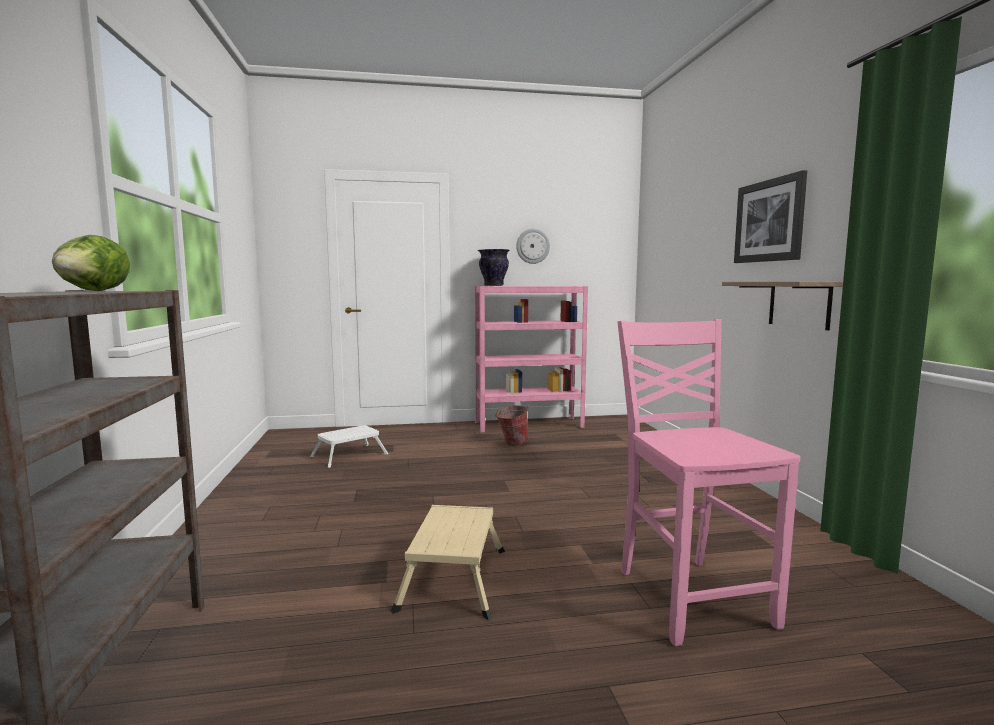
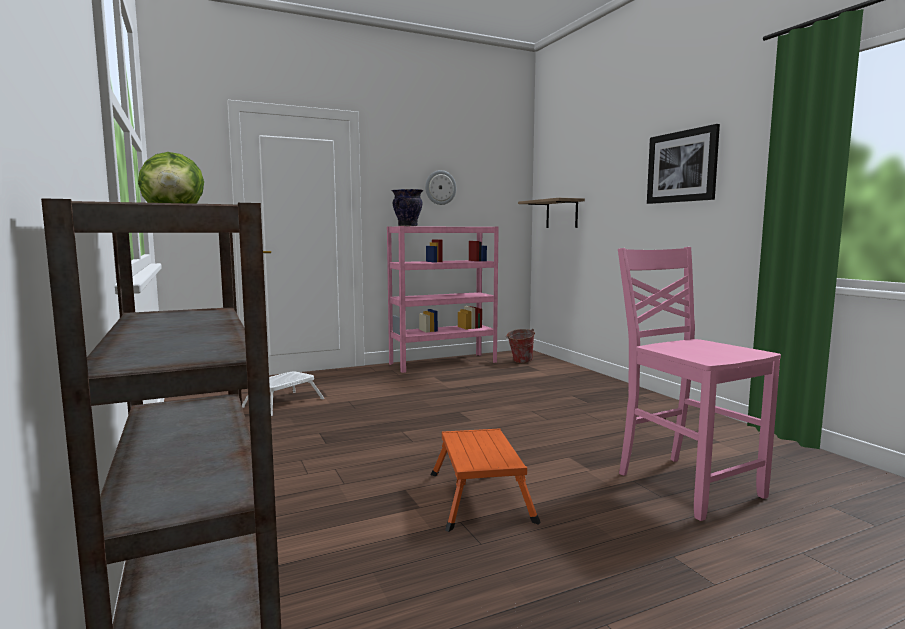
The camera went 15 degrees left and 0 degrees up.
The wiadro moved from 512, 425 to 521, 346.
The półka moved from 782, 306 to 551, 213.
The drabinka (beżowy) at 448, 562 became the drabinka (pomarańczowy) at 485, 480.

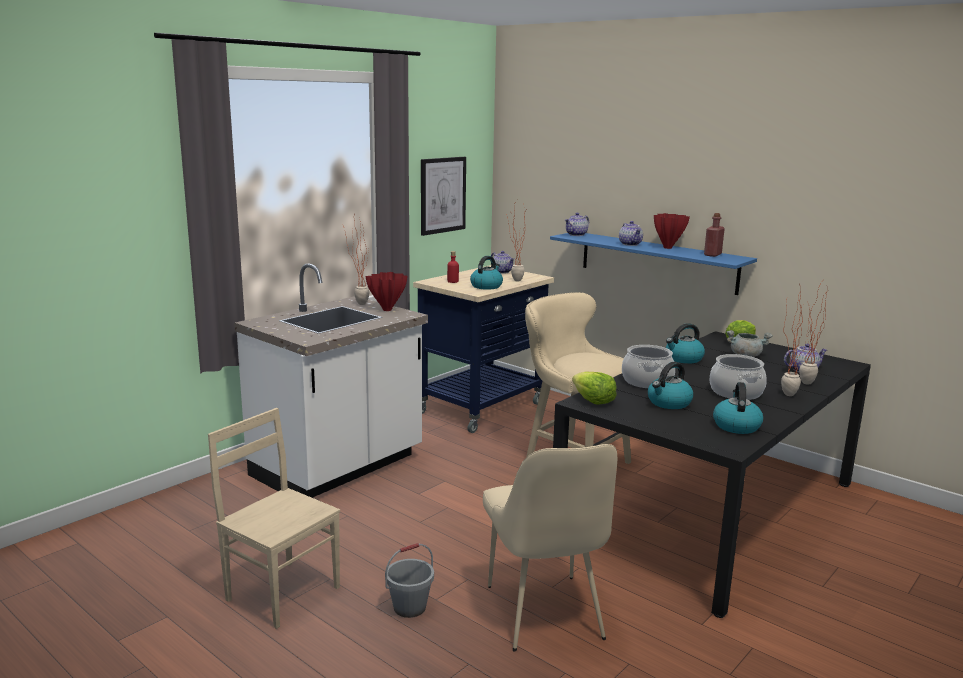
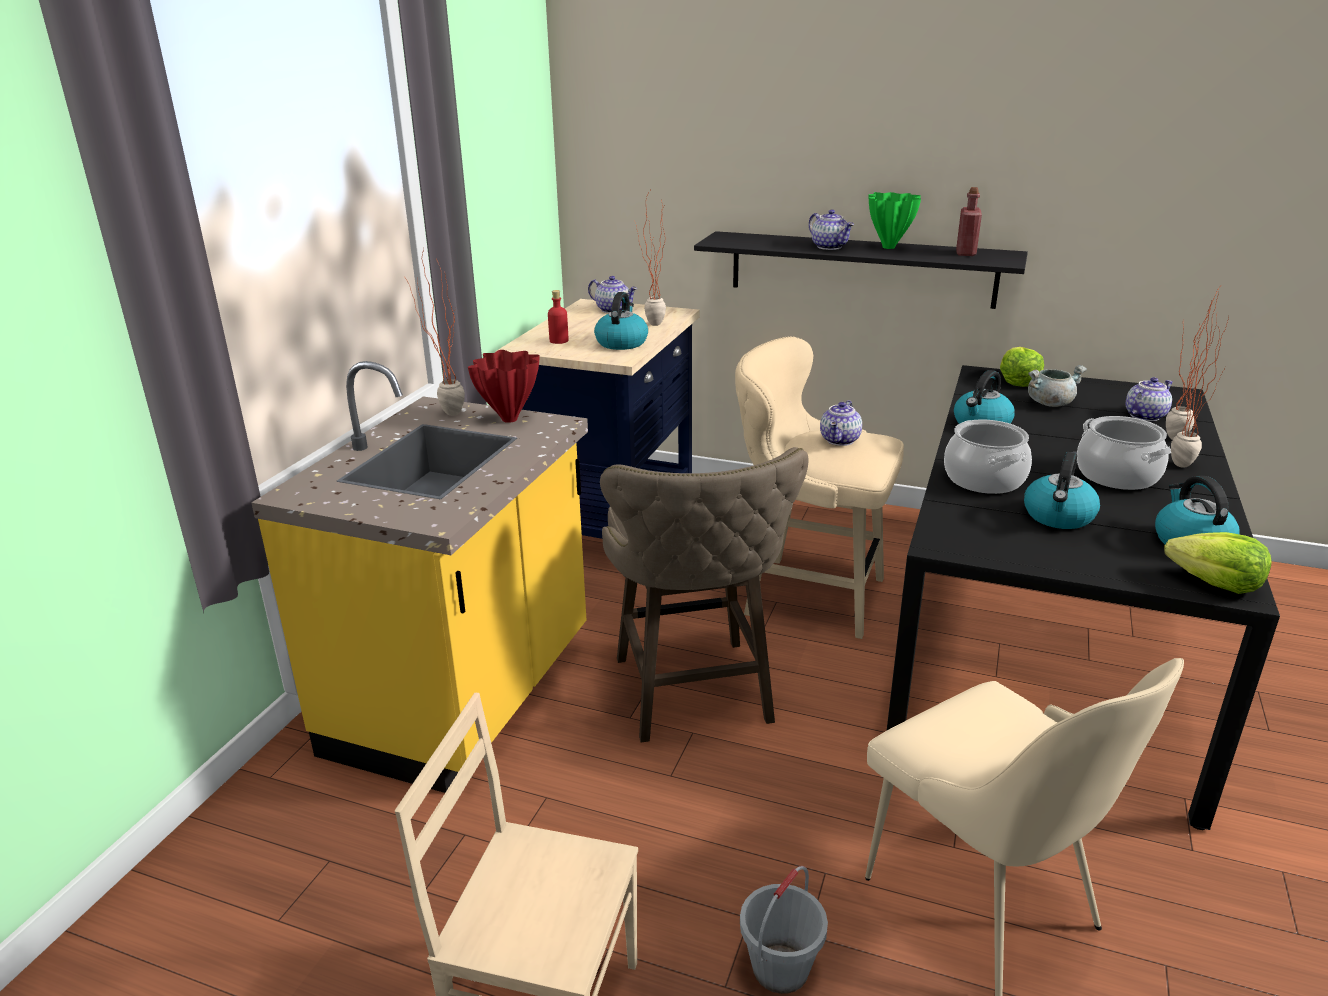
The camera went 20 degrees left and 10 degrees up.
The obraz at 443, 196 disappeared.
The stołek (beżowy) at 704, 595 appeared.
The imbryk moved from 577, 224 to 841, 423.
The sałata moved from 594, 388 to 1218, 563.
The zabudowa kuchenna (biały) at 331, 380 became the zabudowa kuchenna (żółty) at 419, 577.
The półka (niebieski) at 653, 264 became the półka (czarny) at 861, 270.
The wazon (czerwony) at 672, 231 became the wazon (zielony) at 895, 220.

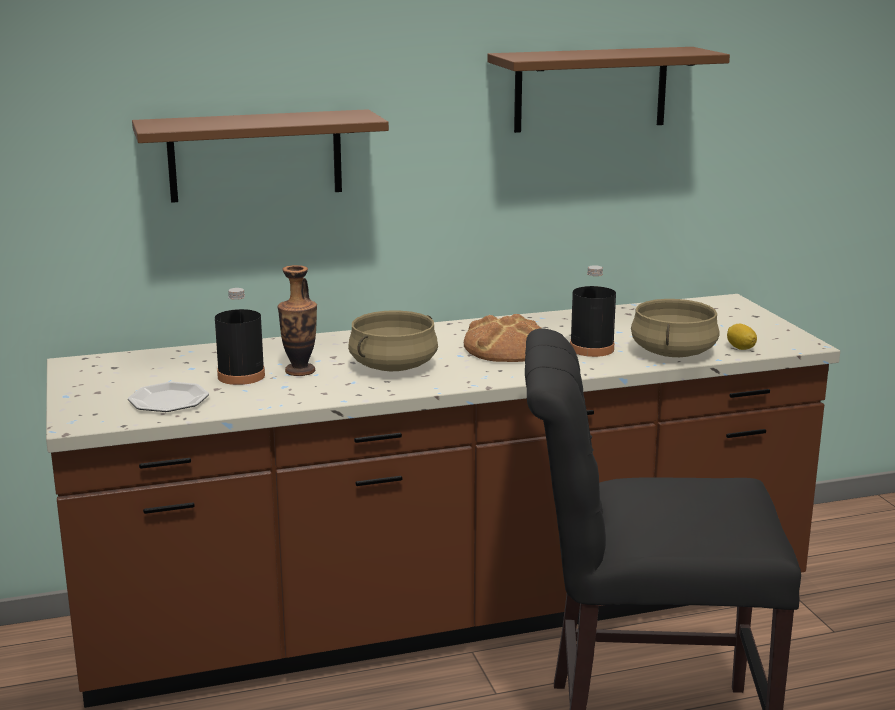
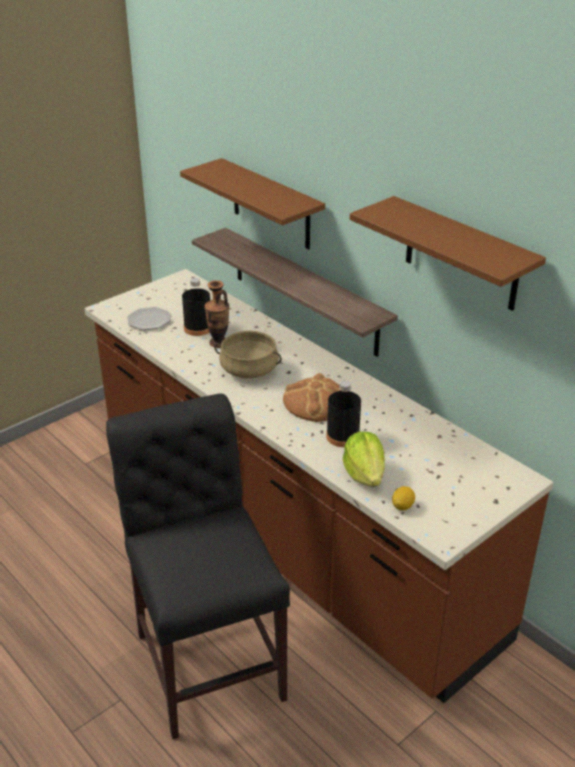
The camera went 65 degrees right and 15 degrees up.
The półka at 295, 292 appeared.
The garnek (beżowy) at 675, 328 was replaced by the sałata at 364, 459.

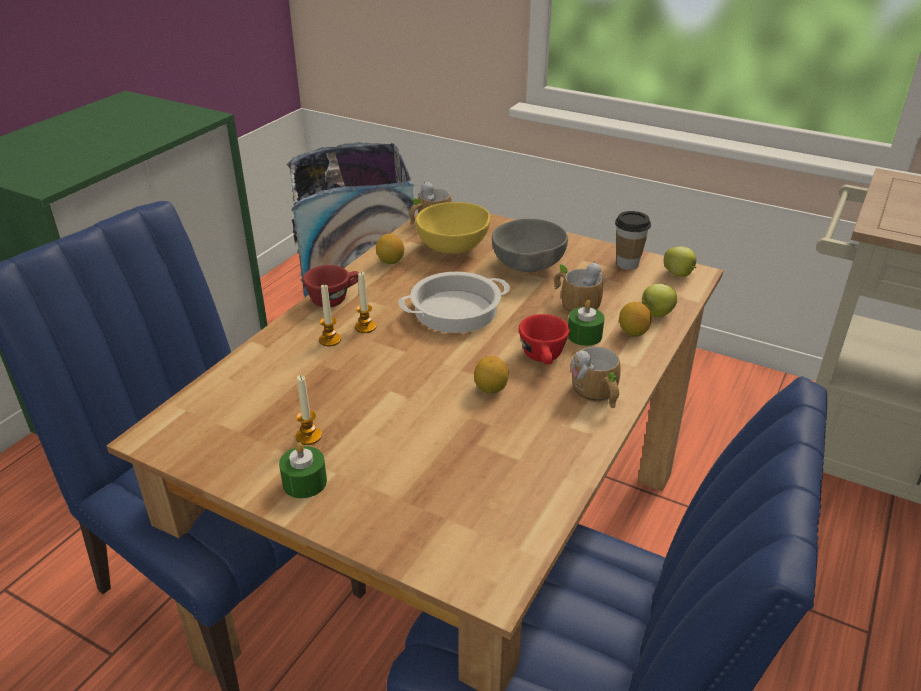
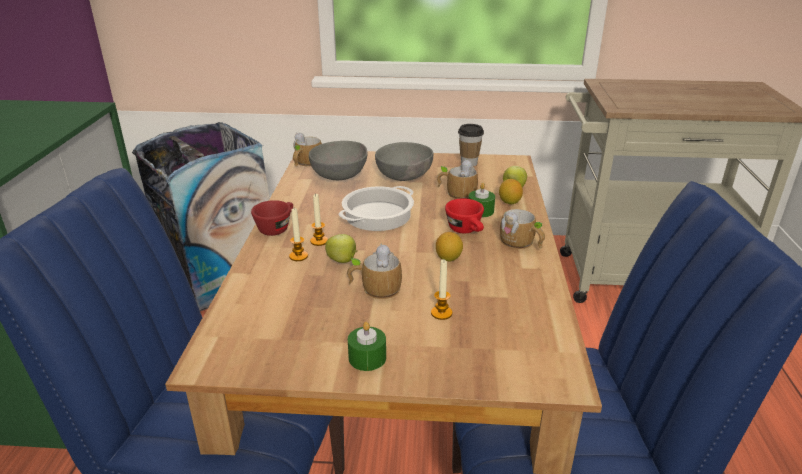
The camera went 25 degrees left and 5 degrees down.
The cytryna at 390, 249 disappeared.
The kubek at 374, 271 appeared.
The świeca moved from 309, 410 to 441, 290.
The jabłko moved from 680, 261 to 341, 248.
The miska (żółty) at 453, 228 became the miska (szary) at 338, 160.

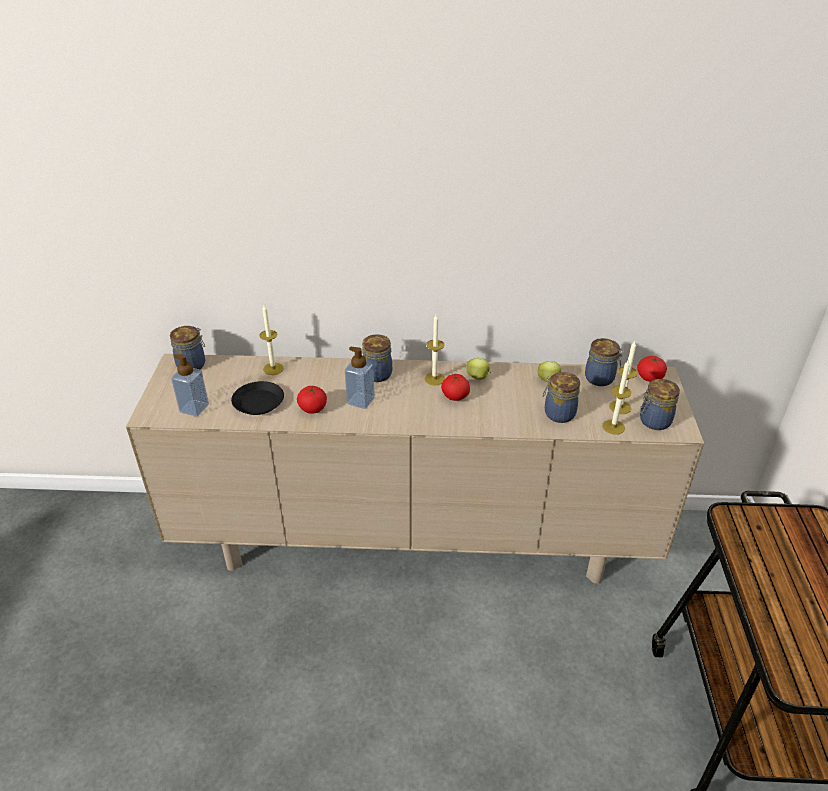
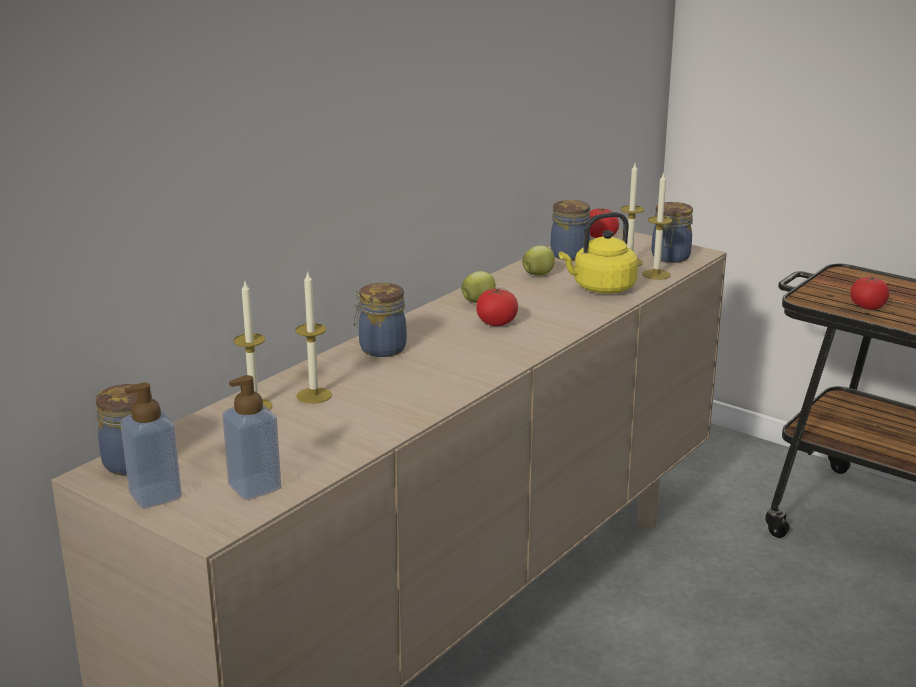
The camera went 55 degrees left and 15 degrees down.
The talerz (czarny) at 257, 398 disappeared.
The pomidor moved from 312, 399 to 869, 293.
The dozownik mydła moved from 360, 378 to 151, 446.
The świeca moved from 435, 350 to 313, 338.
The słoik at 561, 397 was replaced by the czajnik (żółty) at 598, 253.

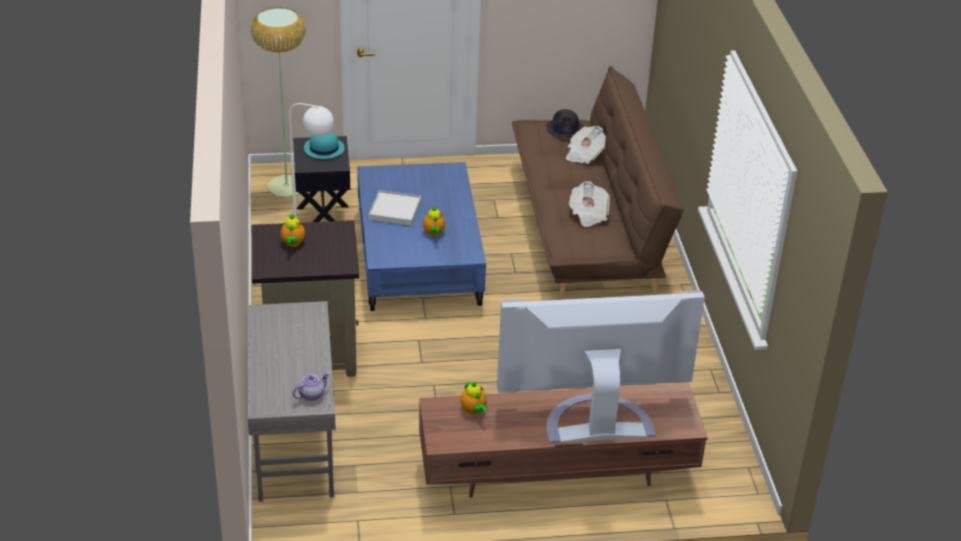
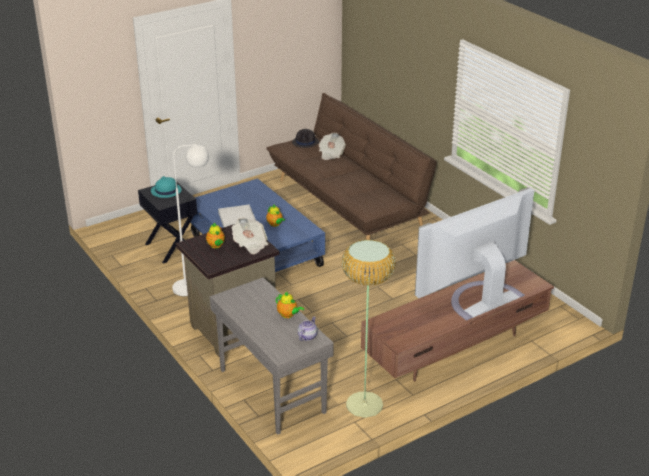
The camera went 25 degrees left and 5 degrees down.
The lampa stojąca moved from 278, 102 to 369, 329.
The imbryk moved from 474, 398 to 290, 305.
The gazeta moved from 589, 204 to 250, 235.

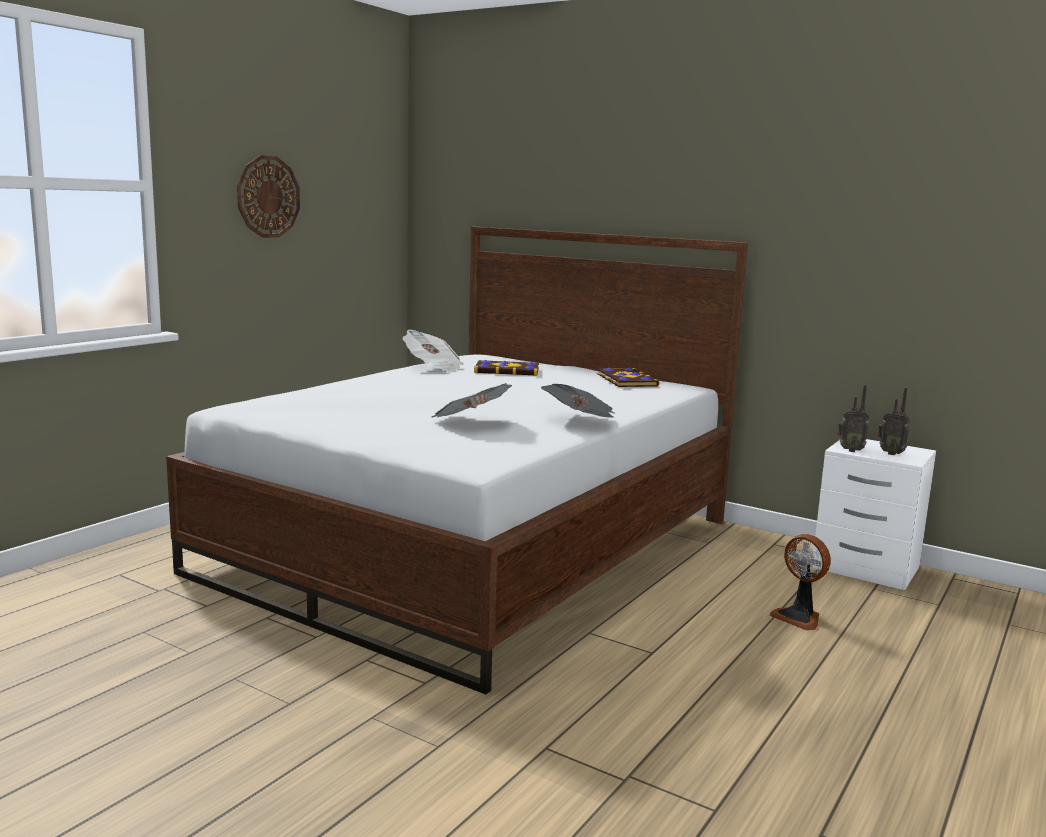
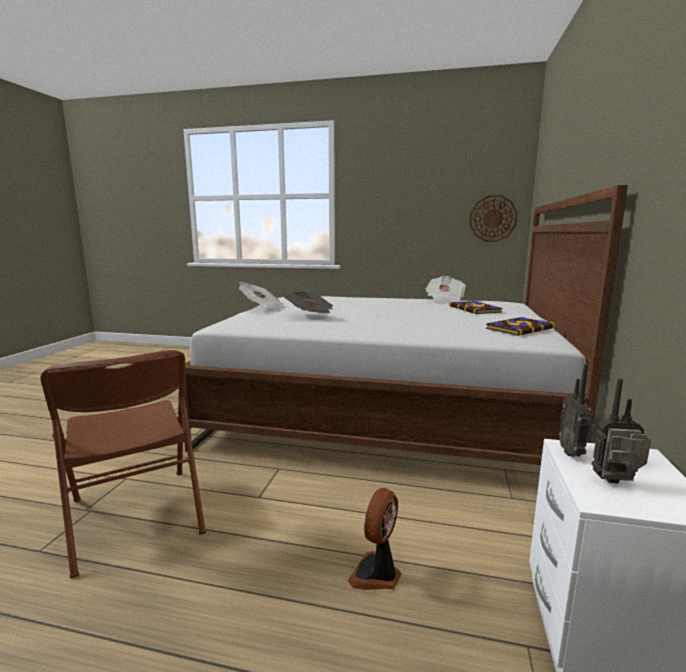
The camera went 70 degrees right and 0 degrees up.
The krzesło (brązowy) at 123, 464 appeared.
The zegar ścienny moved from 268, 196 to 493, 218.
The gazeta moved from 577, 401 to 261, 296.
The radio at 894, 421 turned 75 degrees clockwise.

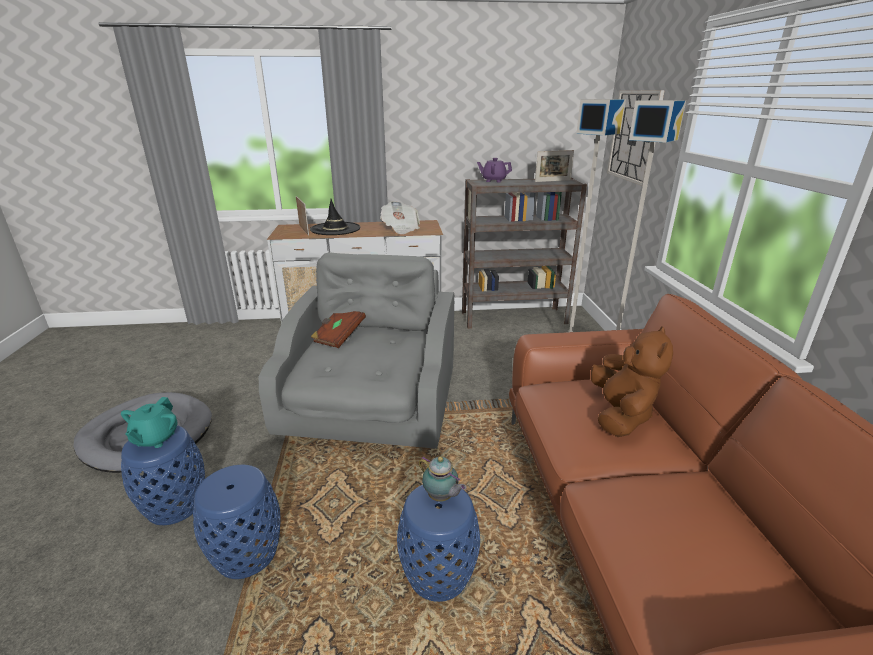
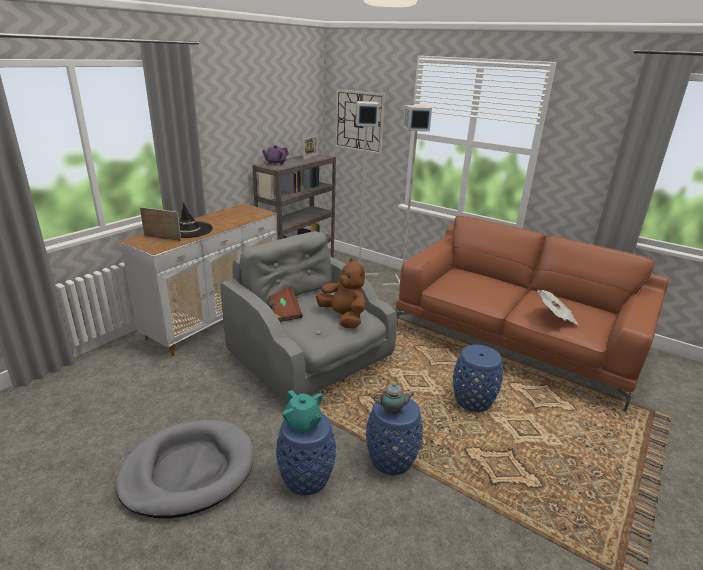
The camera went 50 degrees left and 0 degrees up.
The gazeta moved from 400, 217 to 557, 307.
The imbryk moved from 442, 479 to 394, 399.
The pluszak (brązowy) moved from 632, 381 to 341, 293.

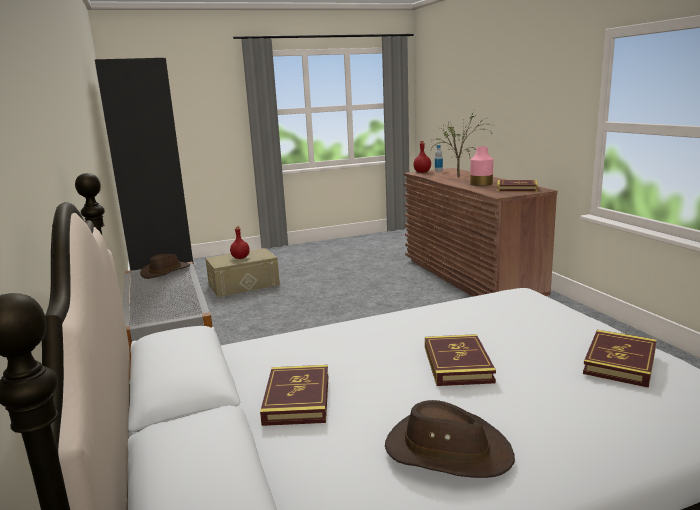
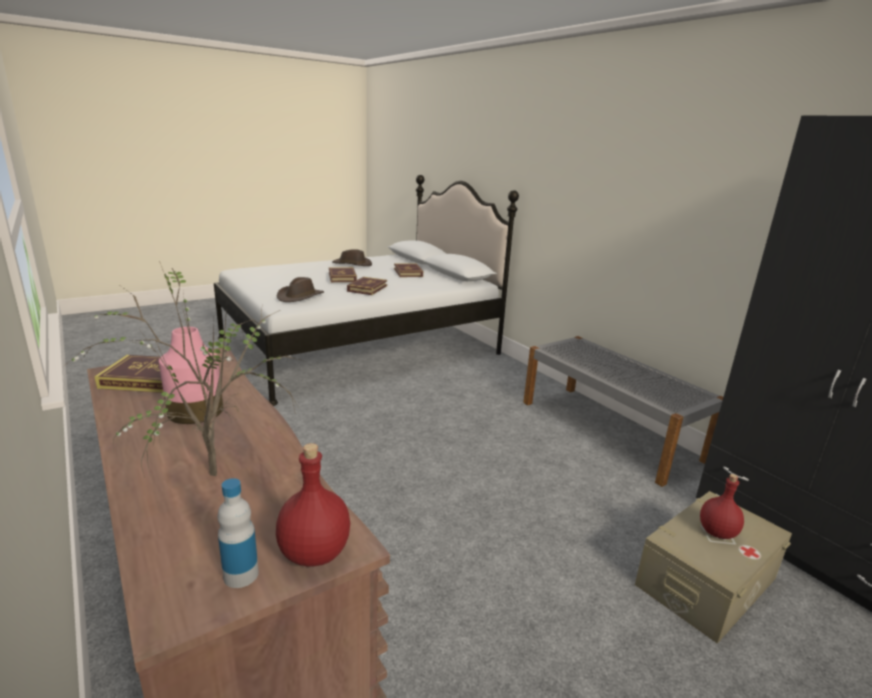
The camera went 165 degrees right and 5 degrees up.
The kapelusz (brązowy) moved from 165, 266 to 300, 289.
The książka moved from 619, 359 to 367, 286.

